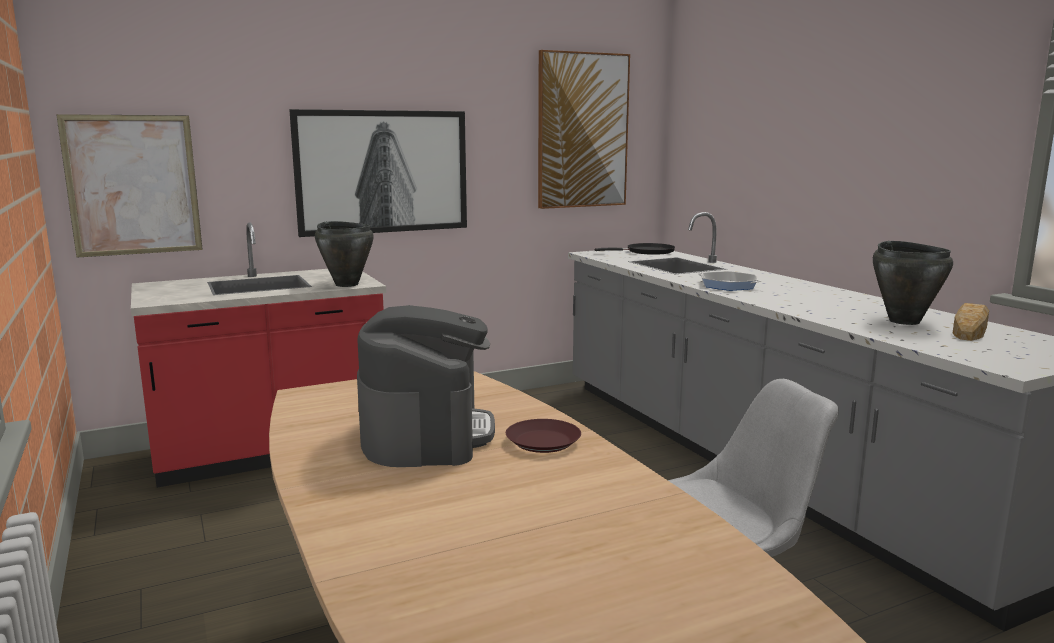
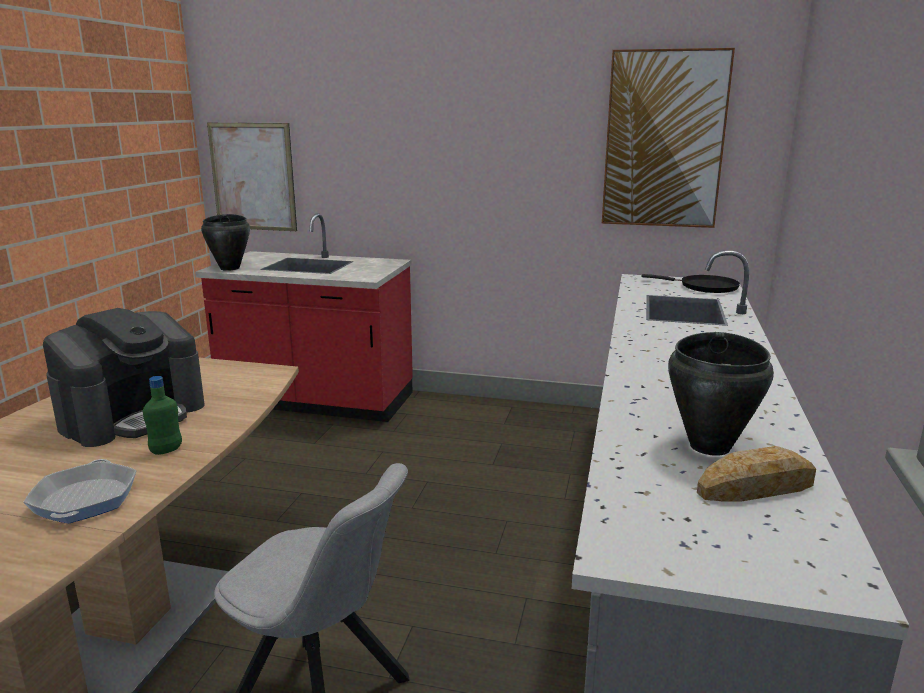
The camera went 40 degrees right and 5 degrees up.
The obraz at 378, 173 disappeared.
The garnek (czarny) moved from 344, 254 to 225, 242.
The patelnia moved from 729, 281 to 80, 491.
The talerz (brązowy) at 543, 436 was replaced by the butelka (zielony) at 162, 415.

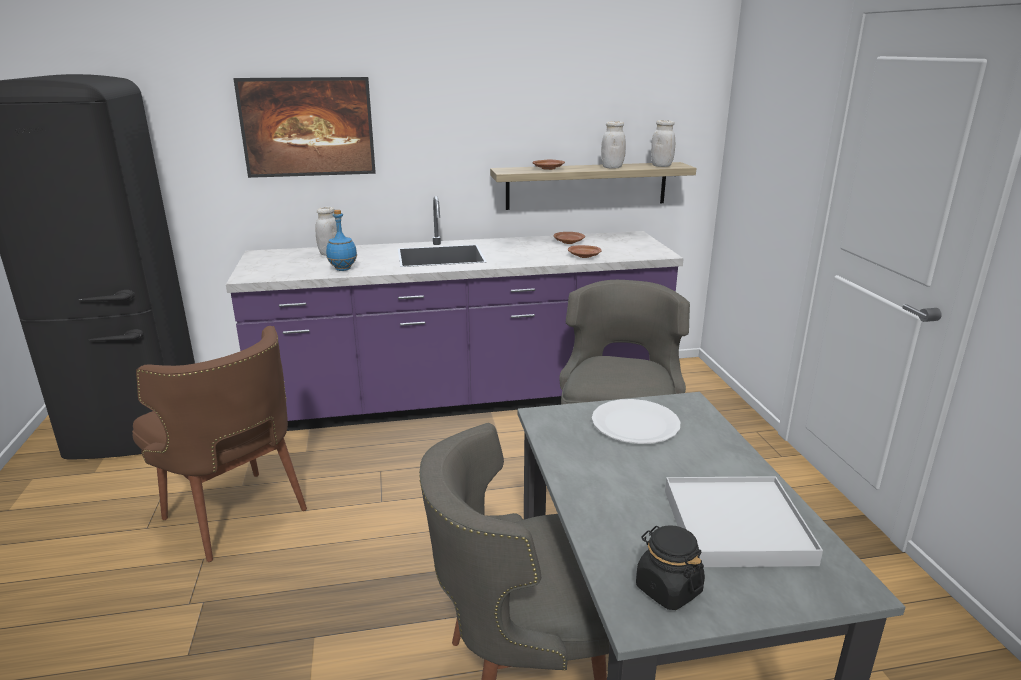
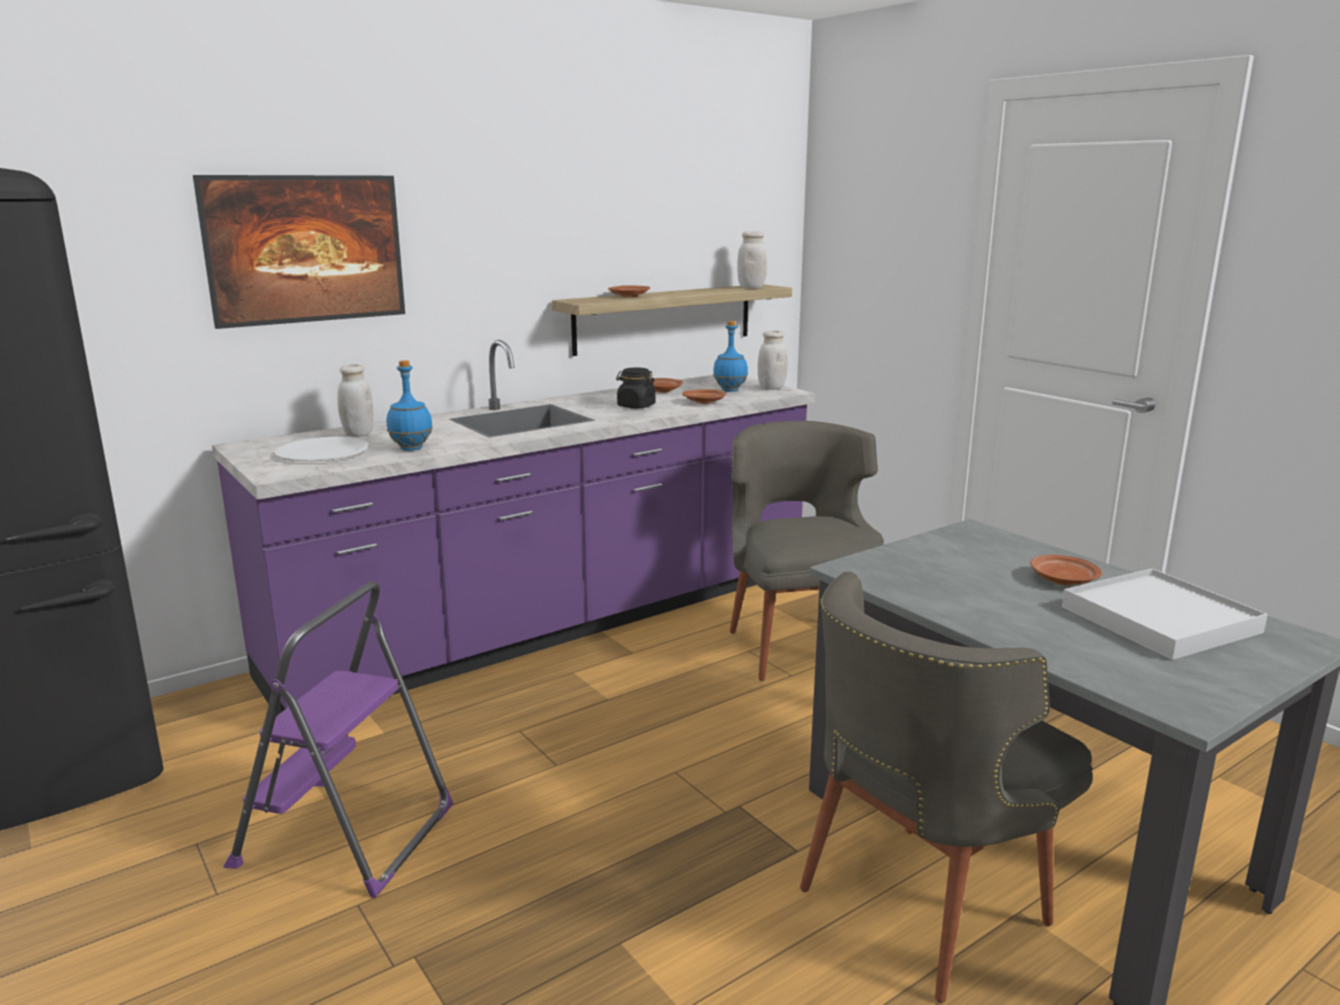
The camera went 25 degrees left and 5 degrees down.
The butelka (niebieski) at 730, 356 appeared.
The talerz (brązowy) at 1066, 569 appeared.
The talerz (biały) moved from 636, 421 to 321, 449.
The słoik (biały) moved from 613, 145 to 773, 360.
The słoik (czarny) moved from 670, 567 to 636, 388.
The krzesło (brązowy) at 219, 444 was replaced by the drabinka (fioletowy) at 338, 739.

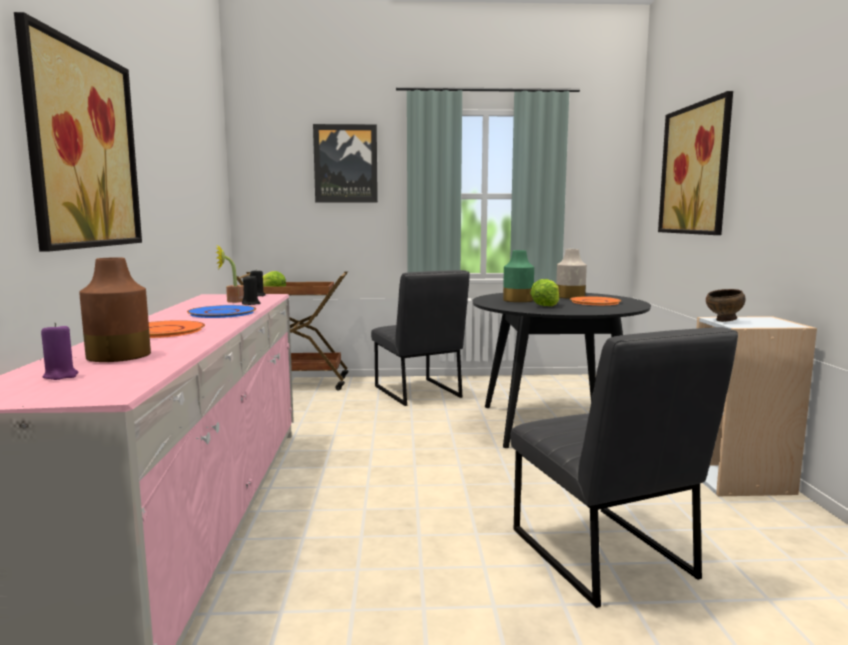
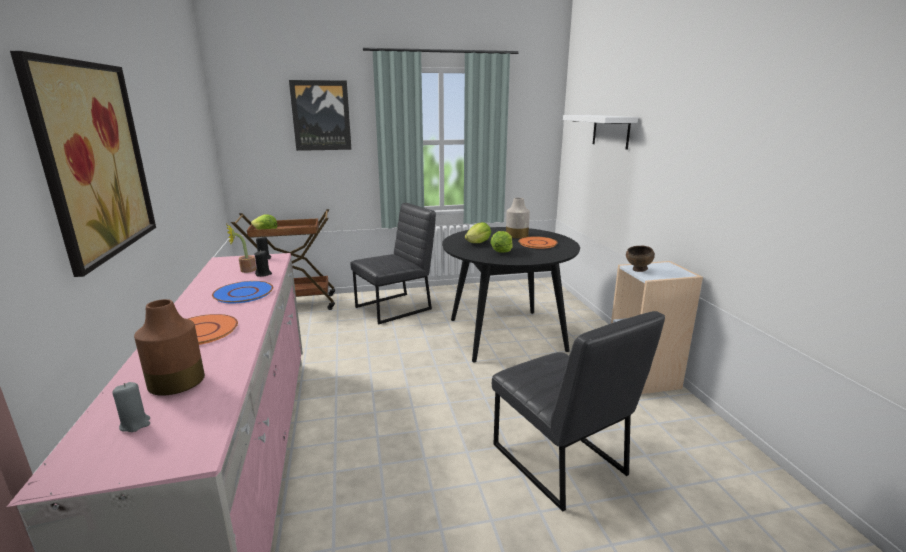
The camera went 10 degrees left and 10 degrees up.
The wazon (zielony) at 518, 276 was replaced by the sałata at 478, 232.
The obraz at 695, 163 was replaced by the półka (biały) at 600, 132.
The świeca (fioletowy) at 59, 351 became the świeca (szary) at 131, 407.
The krzesło (szary) at 420, 338 turned 90 degrees counterclockwise.

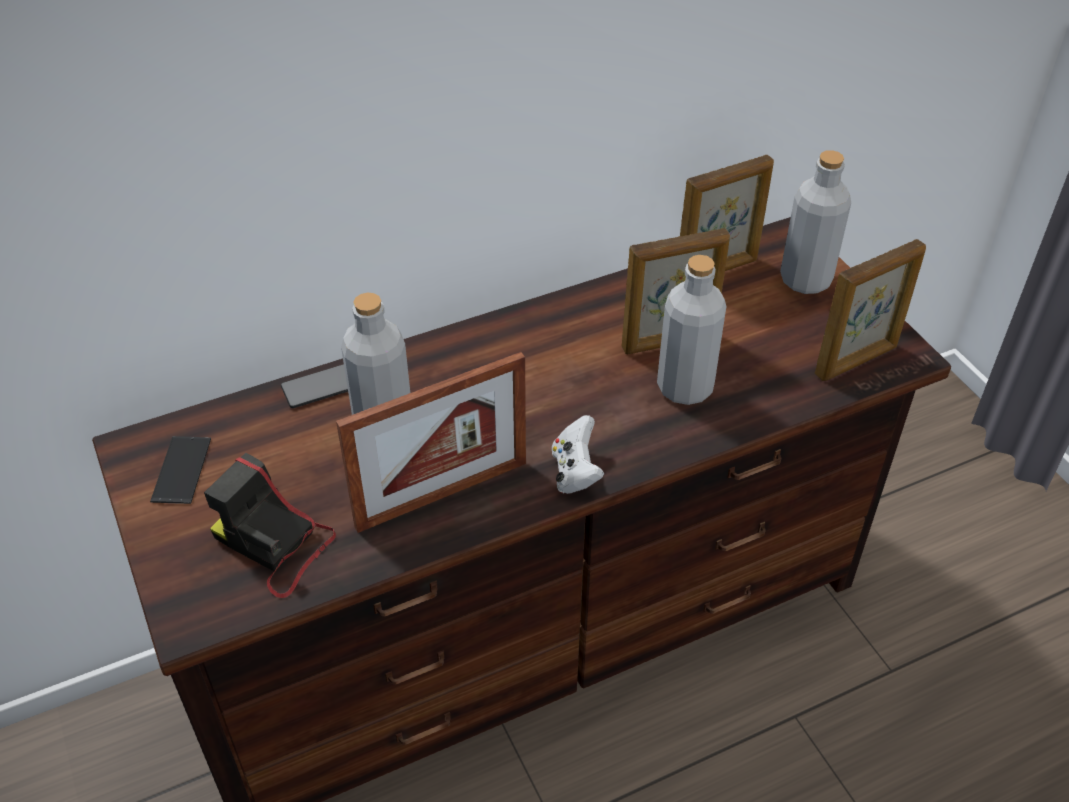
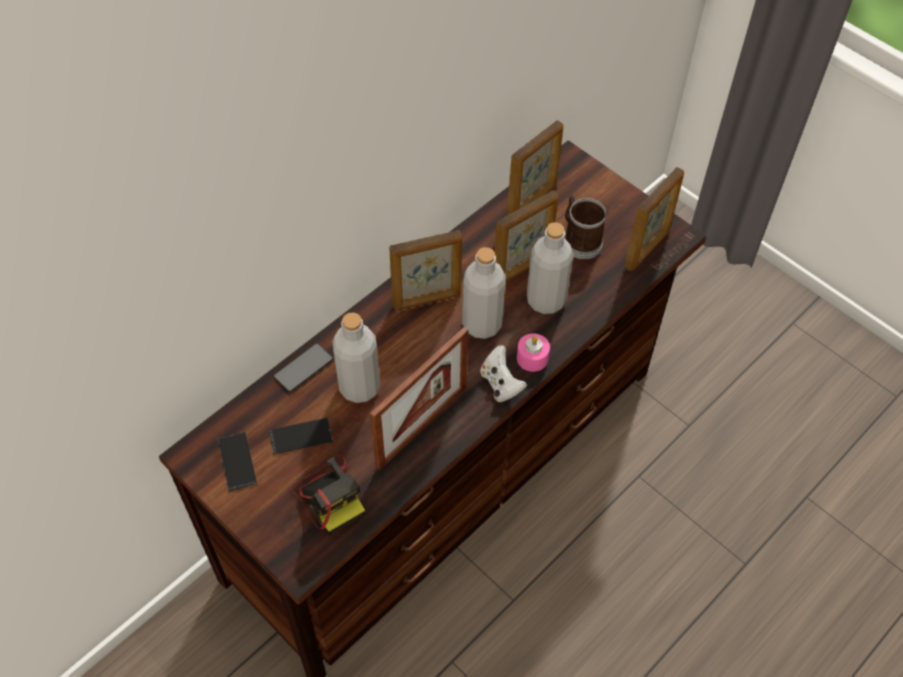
The camera went 20 degrees left and 10 degrees up.
The telefon at 301, 436 appeared.
The ramka na zdjęcie at 425, 270 appeared.
The świeca (różowy) at 533, 352 appeared.
The kubek at 586, 227 appeared.
The butelka (szary) moved from 815, 222 to 484, 293.
The aparat fotograficzny at 270, 525 turned 135 degrees counterclockwise.

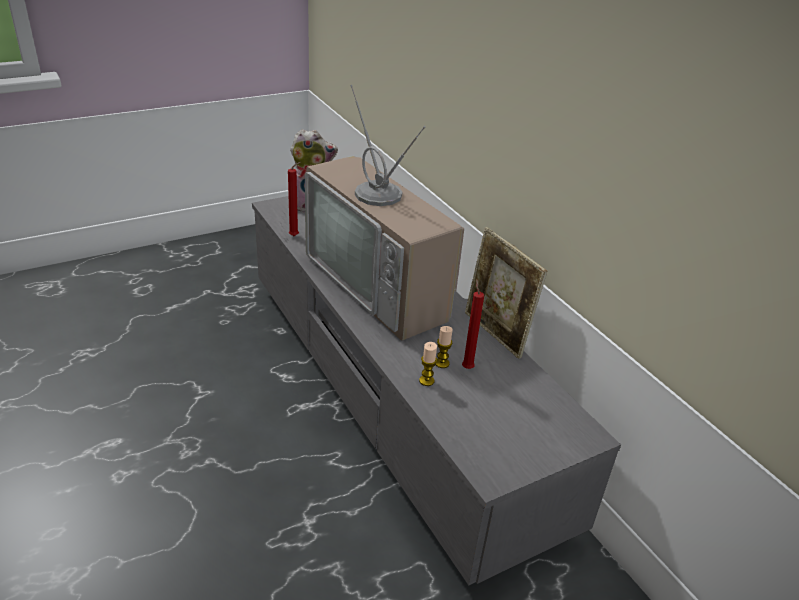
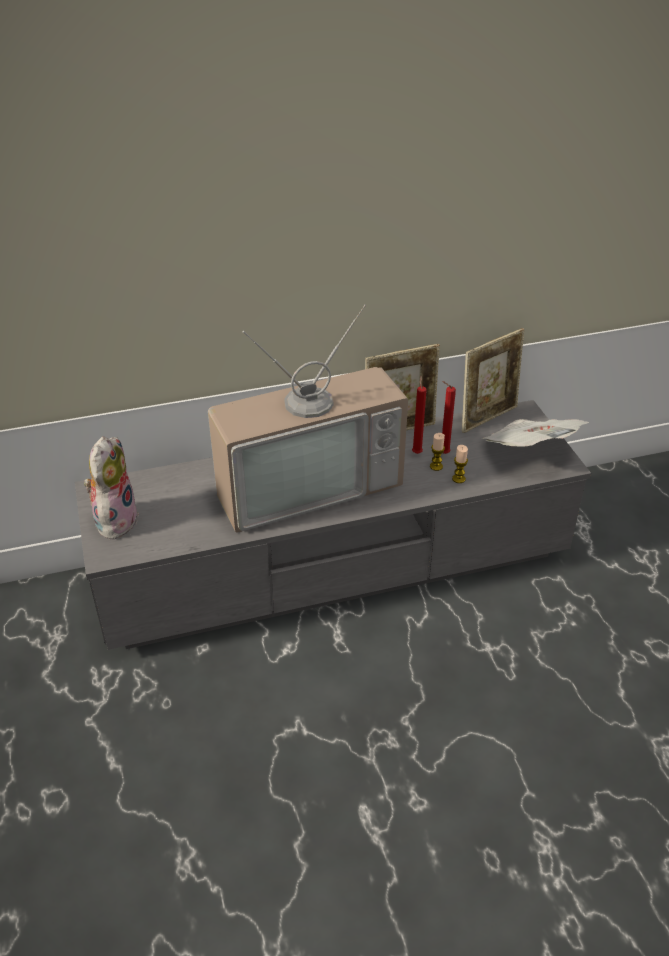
The camera went 75 degrees left and 5 degrees up.
The ramka na zdjęcie at 493, 380 appeared.
The gazeta at 535, 433 appeared.
The świeca (czerwony) moved from 294, 199 to 419, 415.

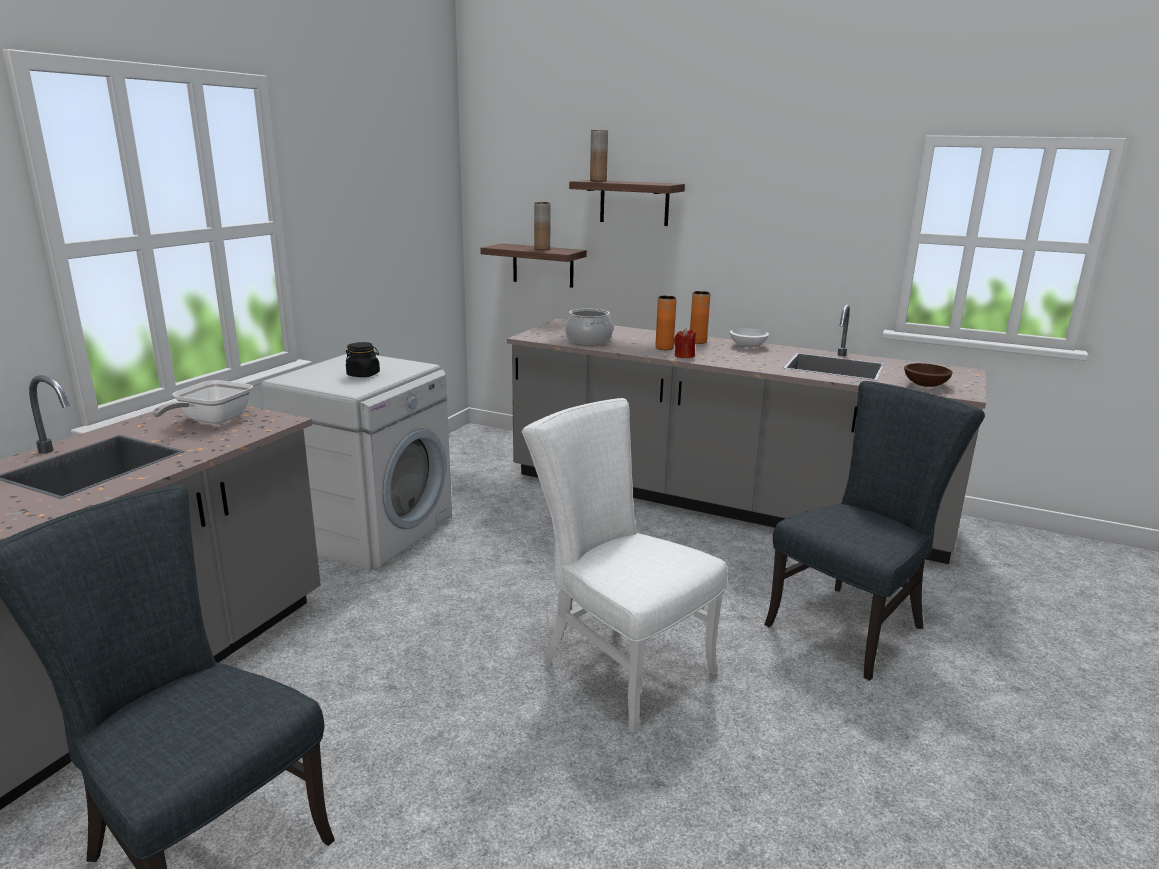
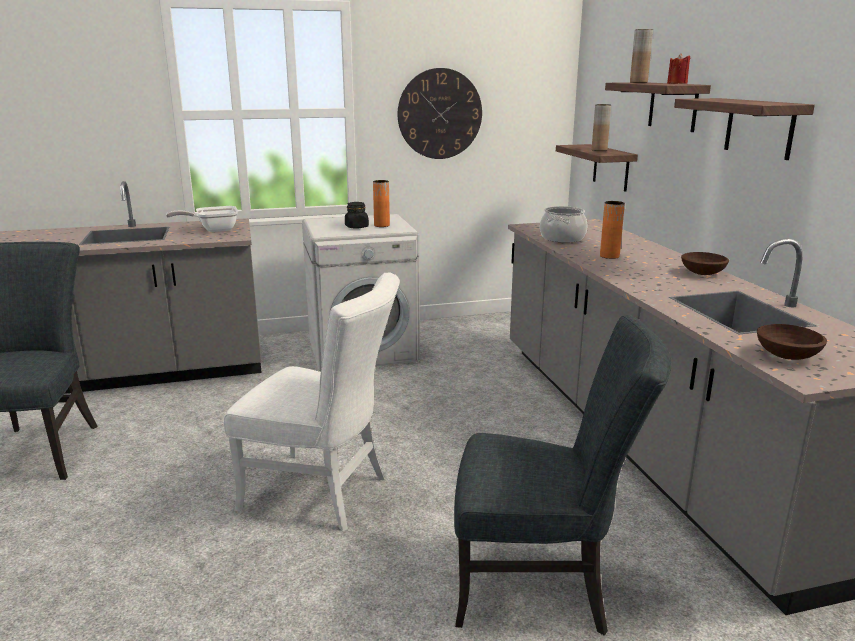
The camera went 50 degrees right and 0 degrees up.
The zegar ścienny at 440, 113 appeared.
The półka at 744, 129 appeared.
The świeca (czerwony) moved from 685, 343 to 679, 68.
The wazon (pomarańczowy) moved from 700, 317 to 381, 203.
The miska (biały) at 749, 337 became the miska (brązowy) at 705, 263.
The krzesło (biały) at 624, 565 turned 105 degrees clockwise.

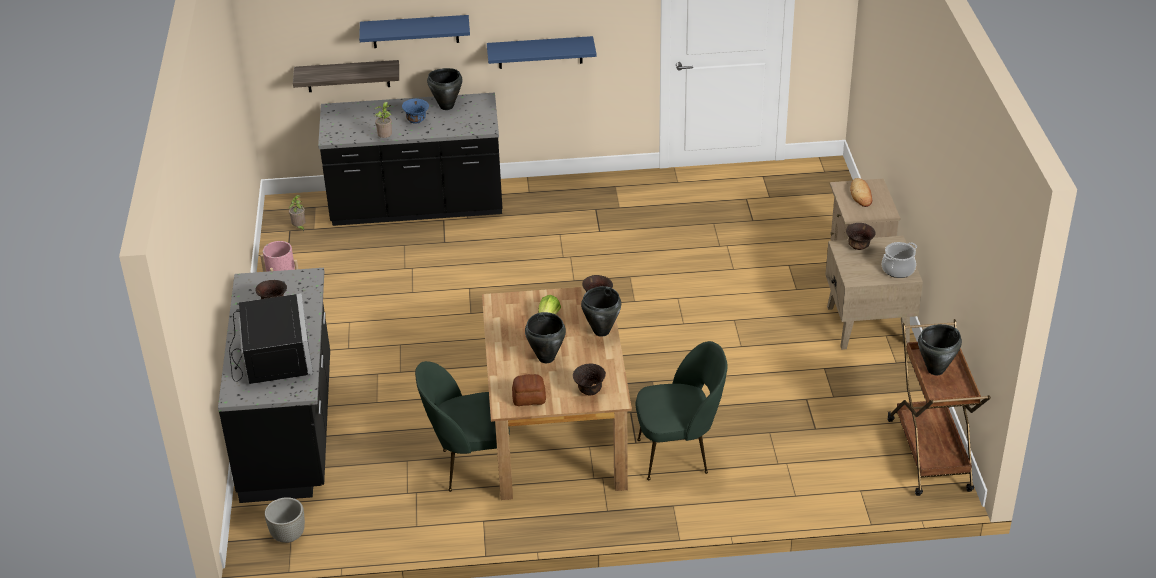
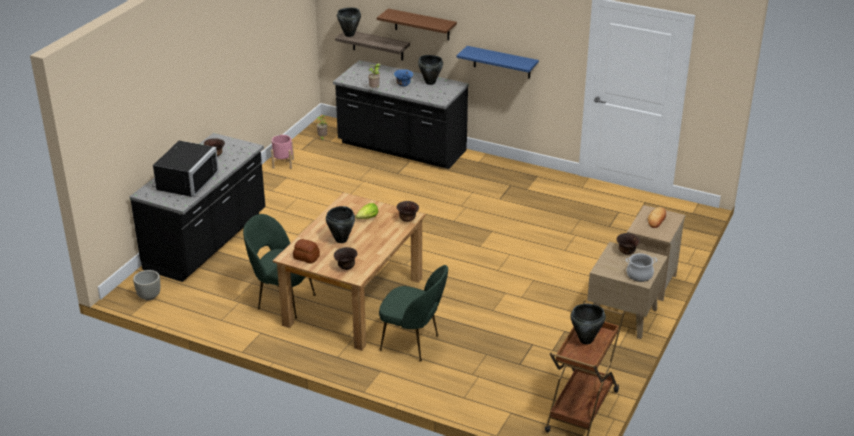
The camera went 30 degrees right and 5 degrees down.
The garnek (czarny) moved from 601, 311 to 349, 22.
The półka (niebieski) at 414, 31 became the półka (brązowy) at 417, 24.

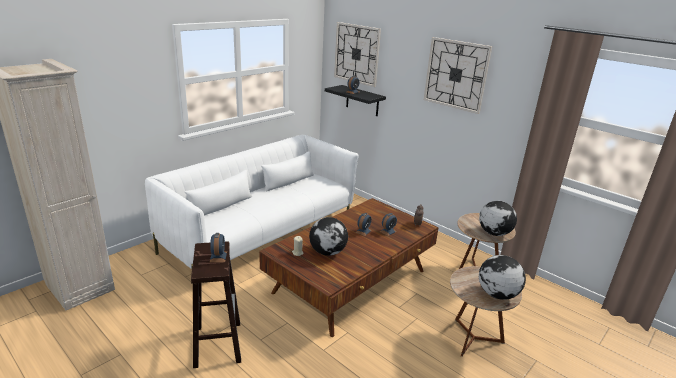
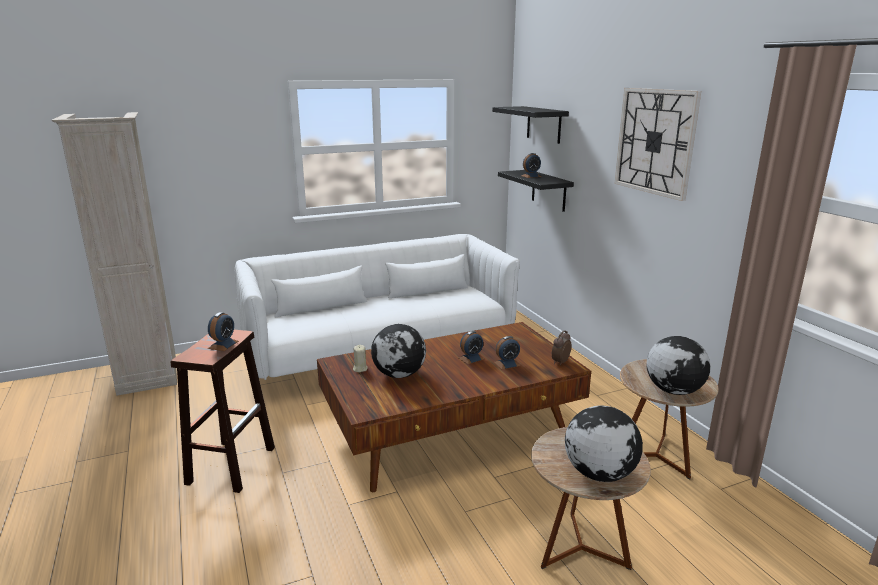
The camera went 25 degrees right and 5 degrees down.
The zegar ścienny at 357, 54 was replaced by the półka (czarny) at 530, 125.

